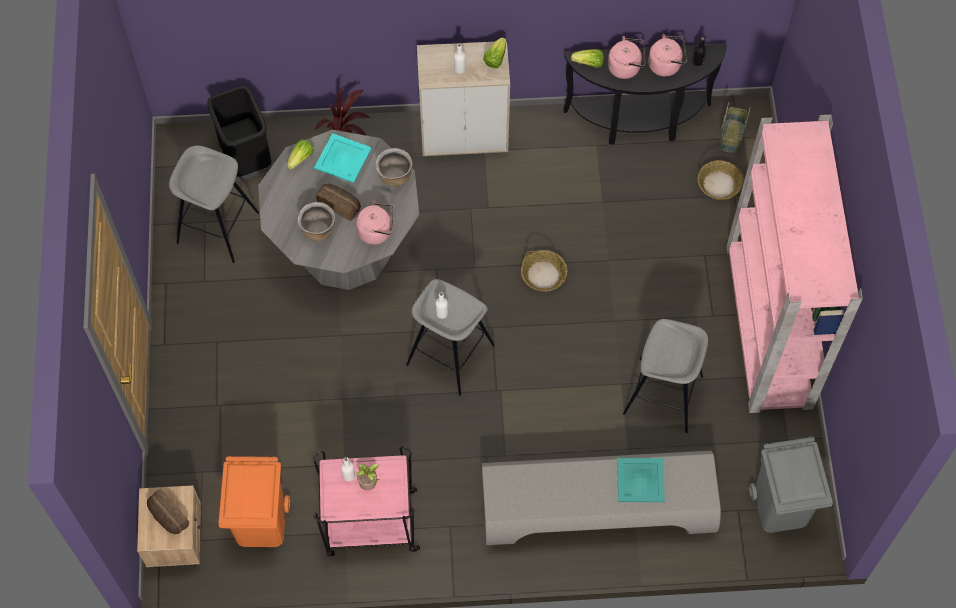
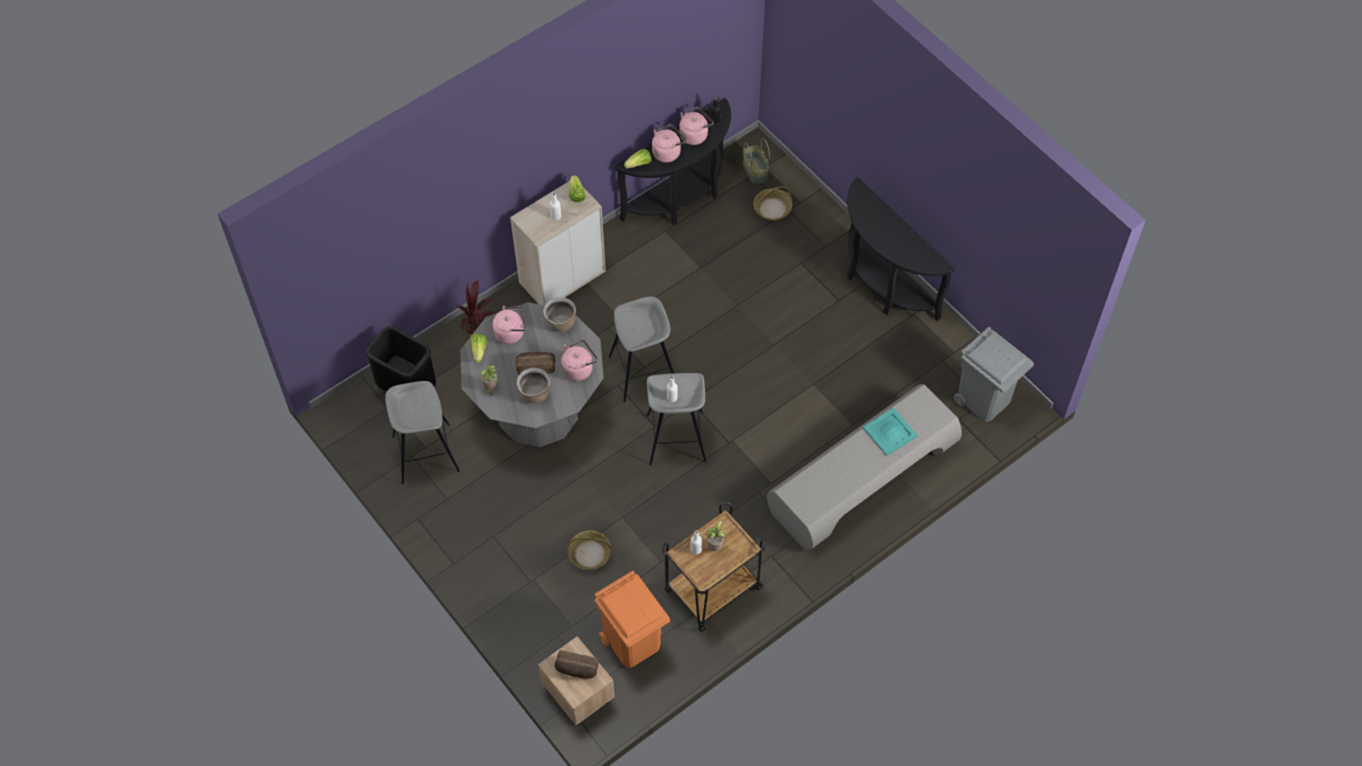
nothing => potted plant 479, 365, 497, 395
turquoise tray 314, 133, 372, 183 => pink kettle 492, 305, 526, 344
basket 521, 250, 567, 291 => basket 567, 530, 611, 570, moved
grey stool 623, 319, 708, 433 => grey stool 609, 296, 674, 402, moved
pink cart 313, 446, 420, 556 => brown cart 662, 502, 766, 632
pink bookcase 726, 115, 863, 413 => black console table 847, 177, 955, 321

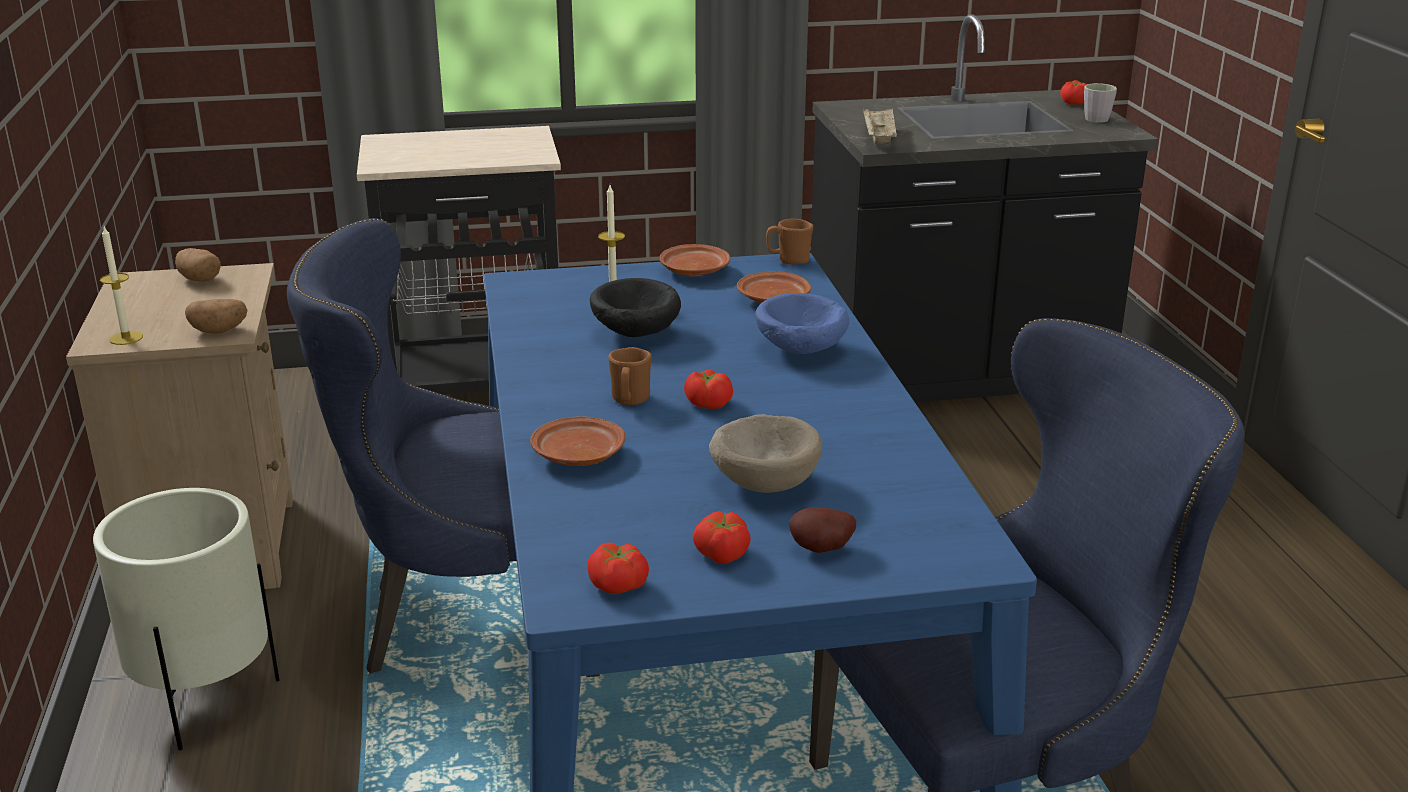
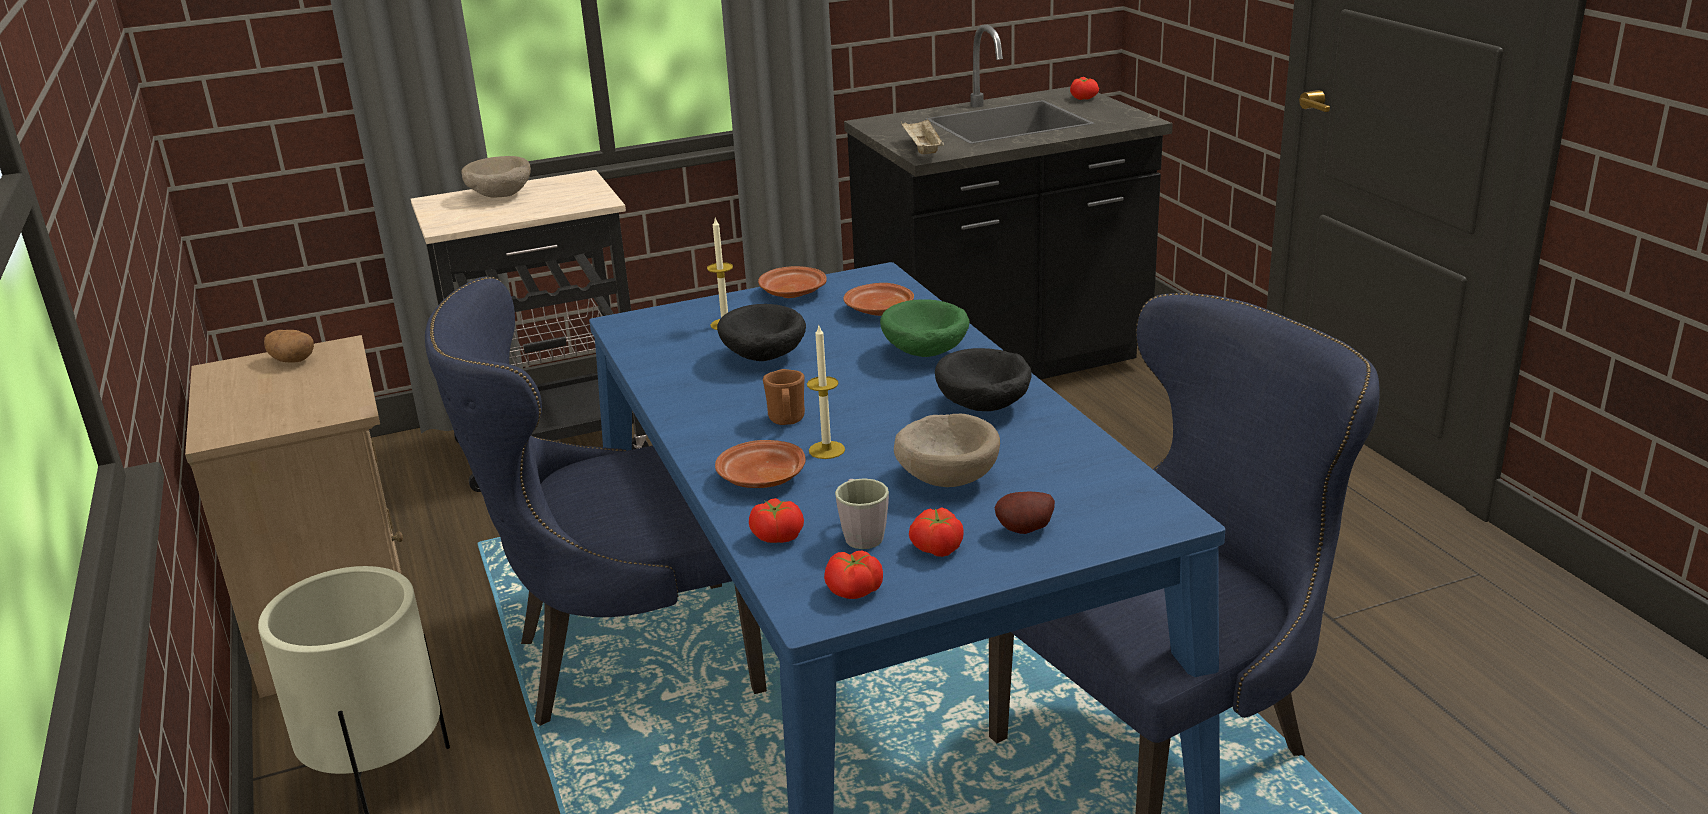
nothing => beige bowl 461, 156, 531, 198
tomato 684, 370, 733, 409 => tomato 749, 498, 804, 543, moved
candle 100, 227, 143, 345 => candle 807, 326, 845, 459, moved
grey mug 1084, 83, 1117, 123 => grey mug 835, 478, 889, 549, moved
blue bowl 755, 293, 849, 354 => green bowl 880, 299, 969, 357
nothing => black bowl 935, 348, 1032, 411
potato 185, 299, 247, 334 => nothing
brown mug 766, 218, 813, 264 => nothing

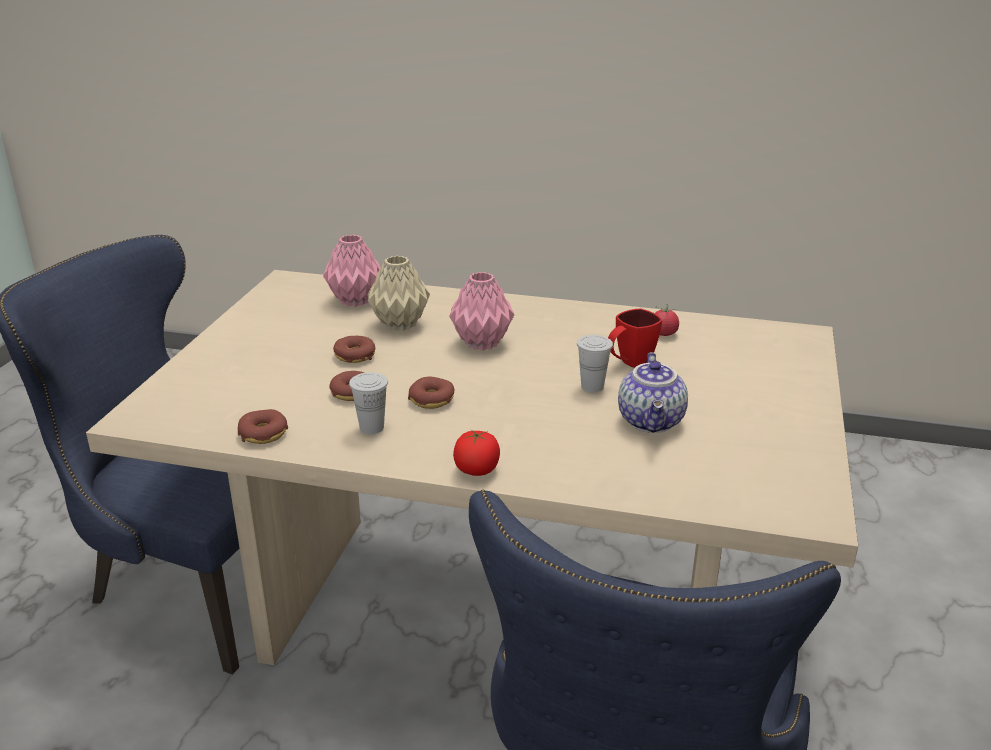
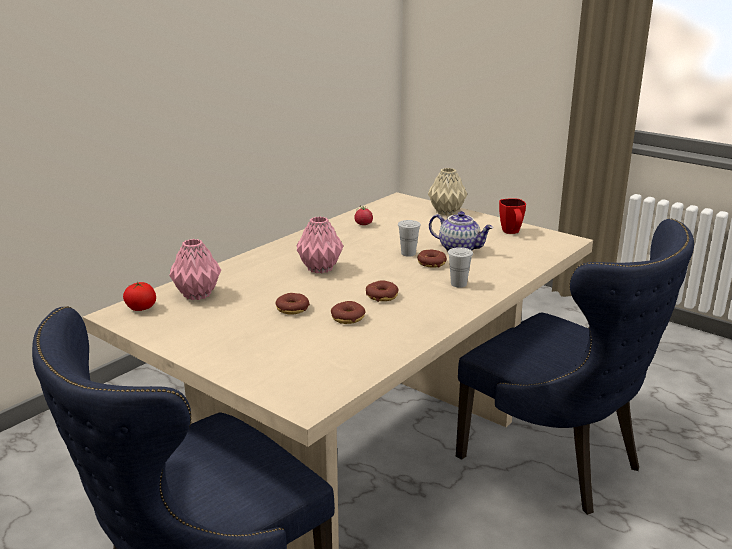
tomato 453, 430, 500, 476 => tomato 123, 282, 156, 311, moved
donut 238, 409, 288, 444 => donut 417, 250, 447, 268, moved
beige vase 368, 255, 430, 331 => beige vase 428, 168, 467, 215, moved
white cup 349, 372, 388, 434 => white cup 448, 247, 473, 288, moved
red mug 608, 309, 662, 368 => red mug 499, 198, 526, 234, moved

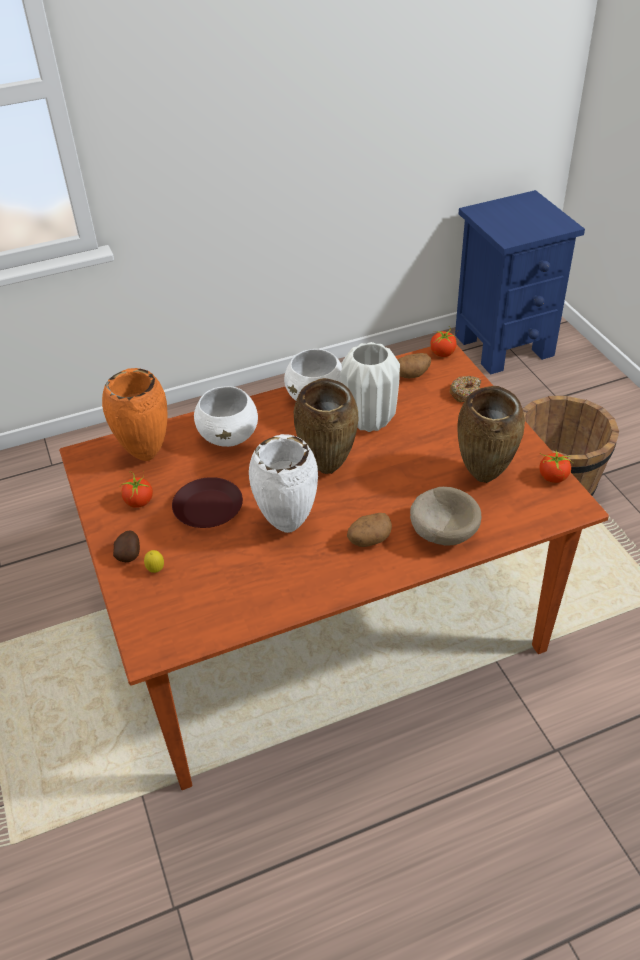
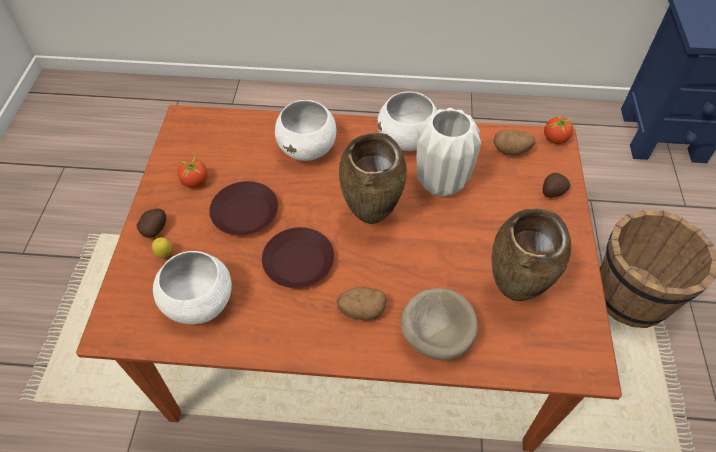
nothing => white bowl 153, 251, 232, 324
white vase 249, 434, 318, 533 => brown plate 262, 227, 334, 288
donut 450, 376, 481, 403 => potato 543, 173, 570, 198
orange vase 102, 368, 168, 461 => nothing
tomato 540, 450, 573, 483 => nothing

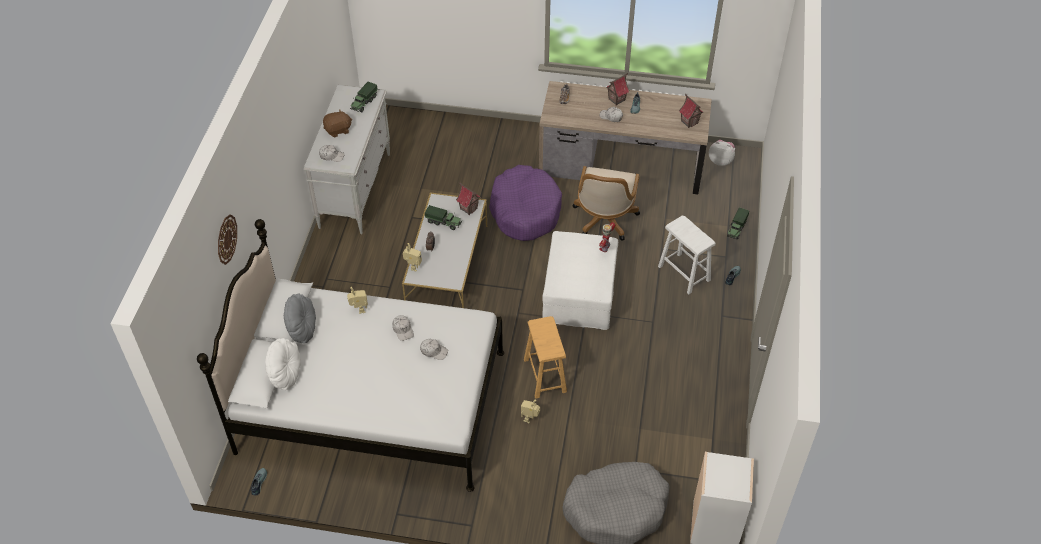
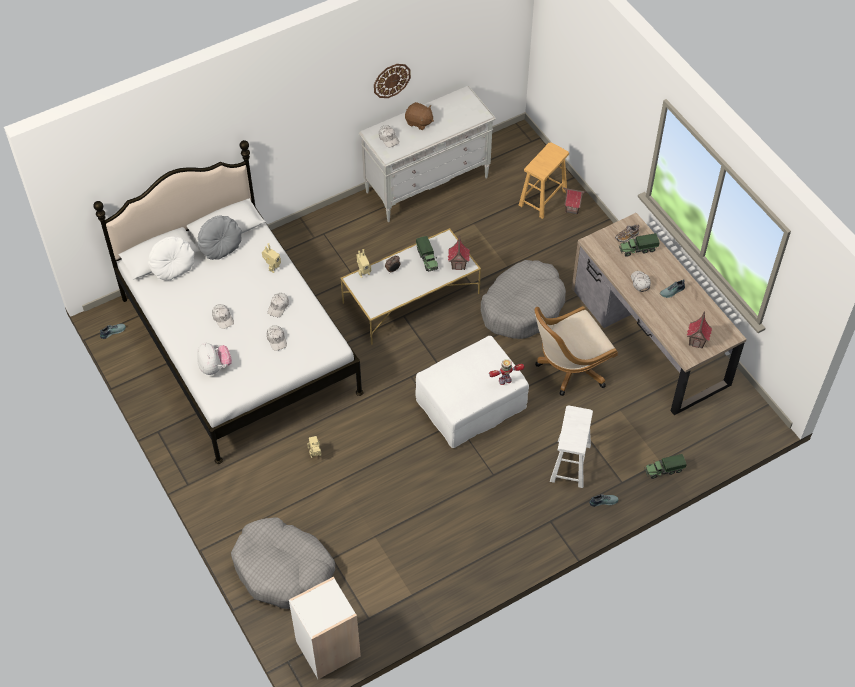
plush toy 709, 140, 735, 166 => plush toy 197, 343, 232, 375, moved
nothing => white cap 212, 304, 234, 329
wall clock 218, 214, 237, 265 => wall clock 374, 64, 411, 98, moved
purple dog bed 489, 165, 562, 241 => grey dog bed 481, 260, 566, 339
brown stool 524, 316, 567, 399 => brown stool 519, 142, 569, 219, moved
toy house 606, 73, 630, 106 => toy house 563, 188, 587, 214, moved
toy truck 350, 82, 378, 112 => toy truck 619, 233, 659, 257, moved

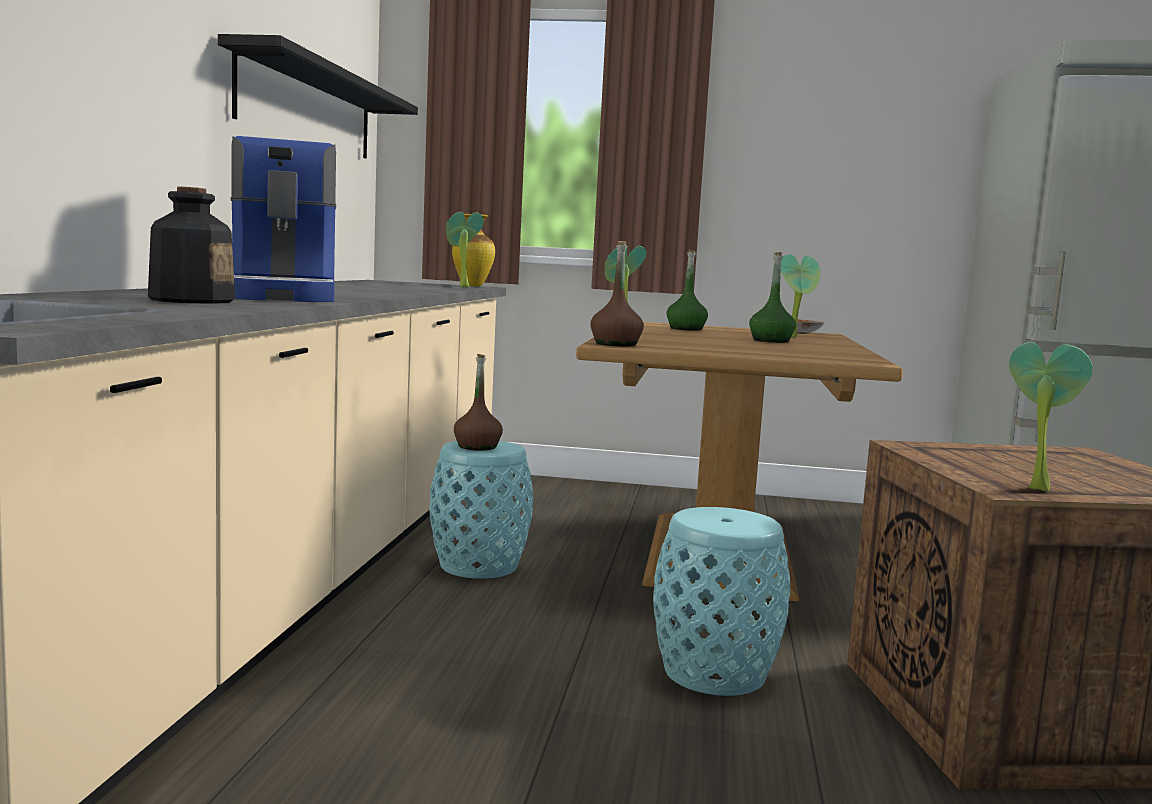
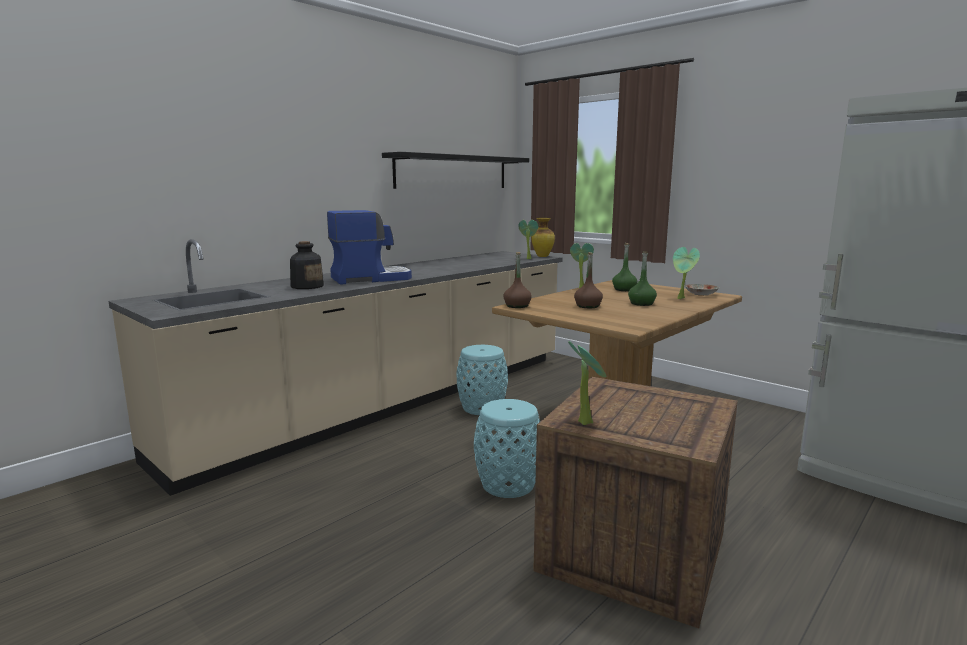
coffee machine 230, 136, 336, 302 => coffee machine 327, 210, 412, 285, 135 degrees counterclockwise
brown bottle 454, 354, 503, 451 => brown bottle 574, 252, 603, 308, moved

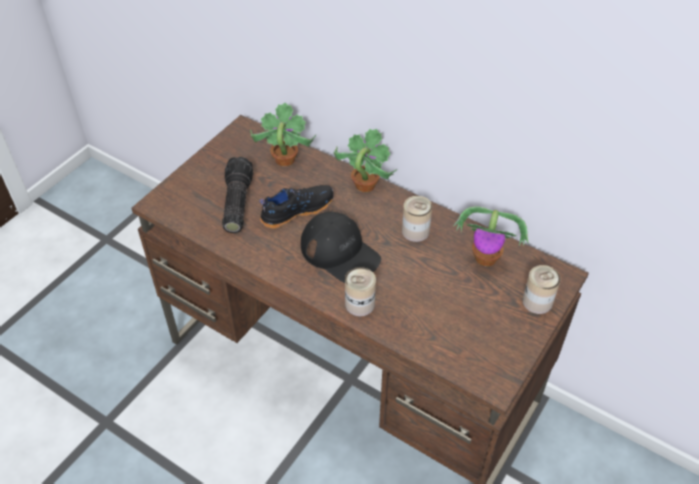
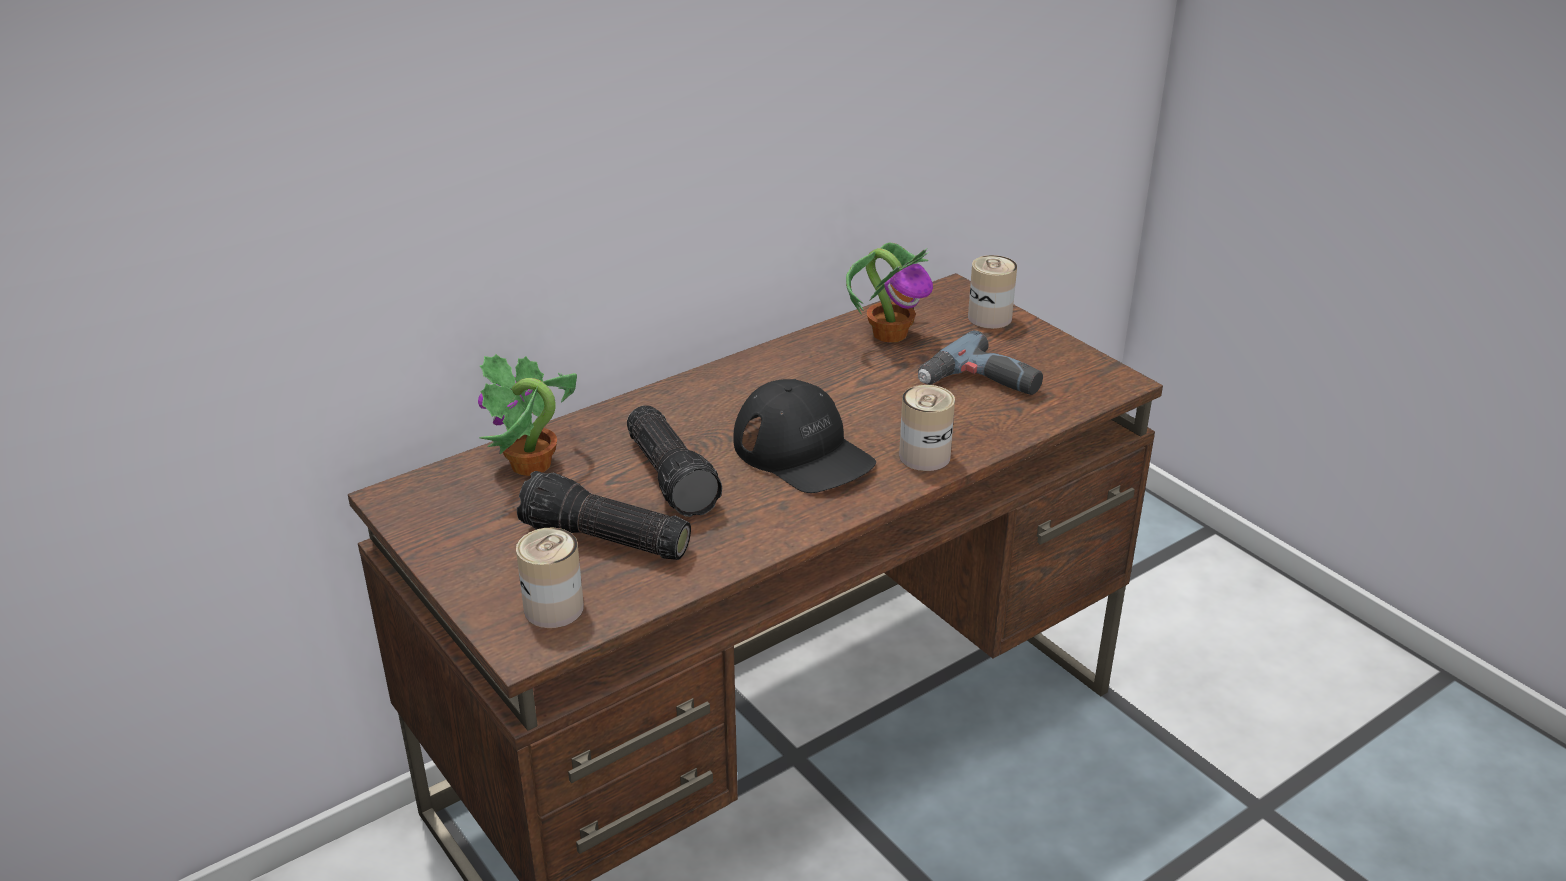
can 402, 196, 432, 242 => can 516, 527, 584, 628, moved
black shoe 259, 185, 334, 229 => flashlight 627, 405, 722, 517
black cap 301, 212, 381, 283 => black cap 733, 379, 876, 493, 75 degrees clockwise
nothing => power drill 918, 330, 1043, 395
potted plant 333, 129, 398, 192 => nothing

